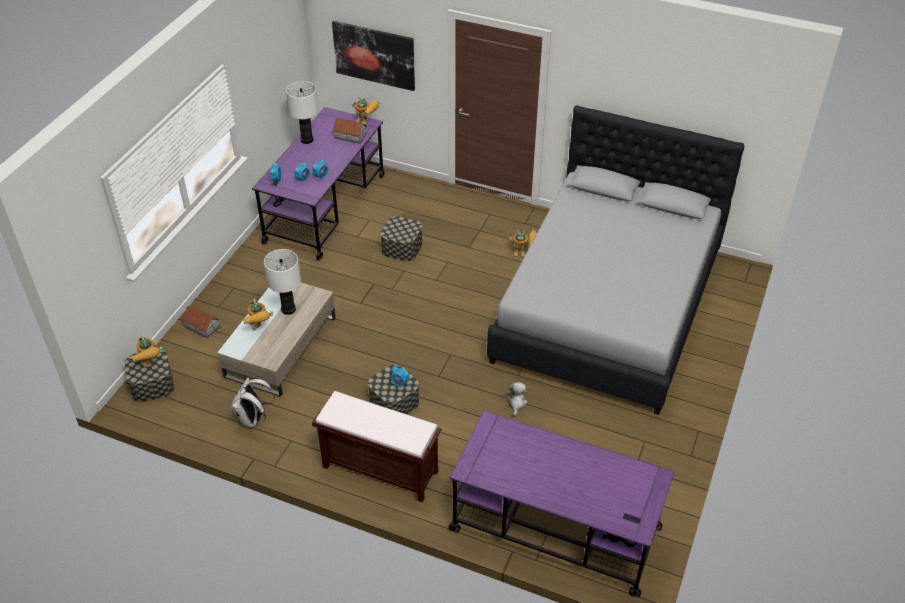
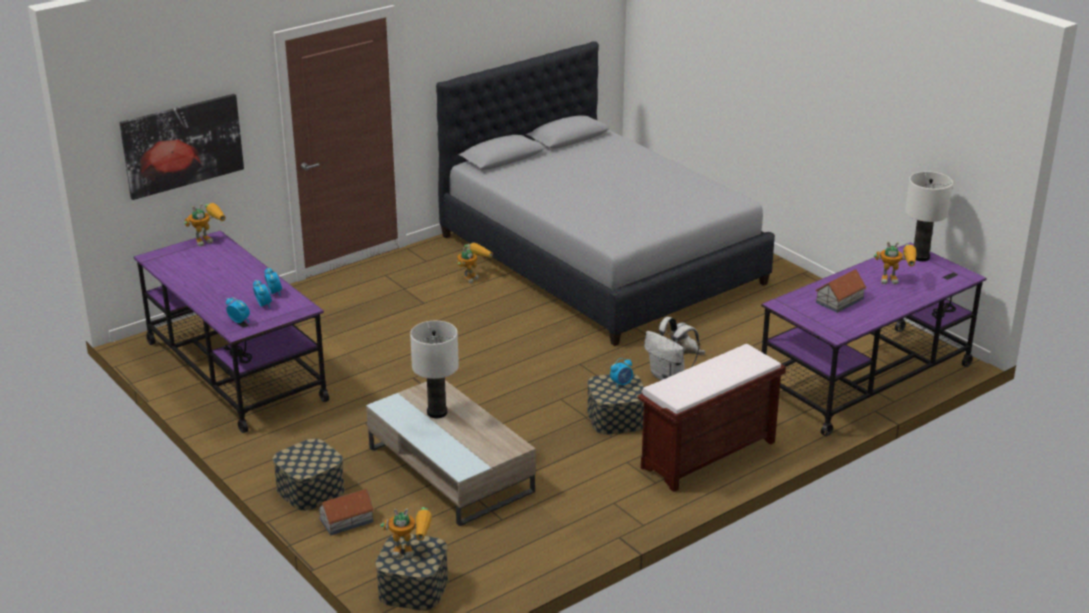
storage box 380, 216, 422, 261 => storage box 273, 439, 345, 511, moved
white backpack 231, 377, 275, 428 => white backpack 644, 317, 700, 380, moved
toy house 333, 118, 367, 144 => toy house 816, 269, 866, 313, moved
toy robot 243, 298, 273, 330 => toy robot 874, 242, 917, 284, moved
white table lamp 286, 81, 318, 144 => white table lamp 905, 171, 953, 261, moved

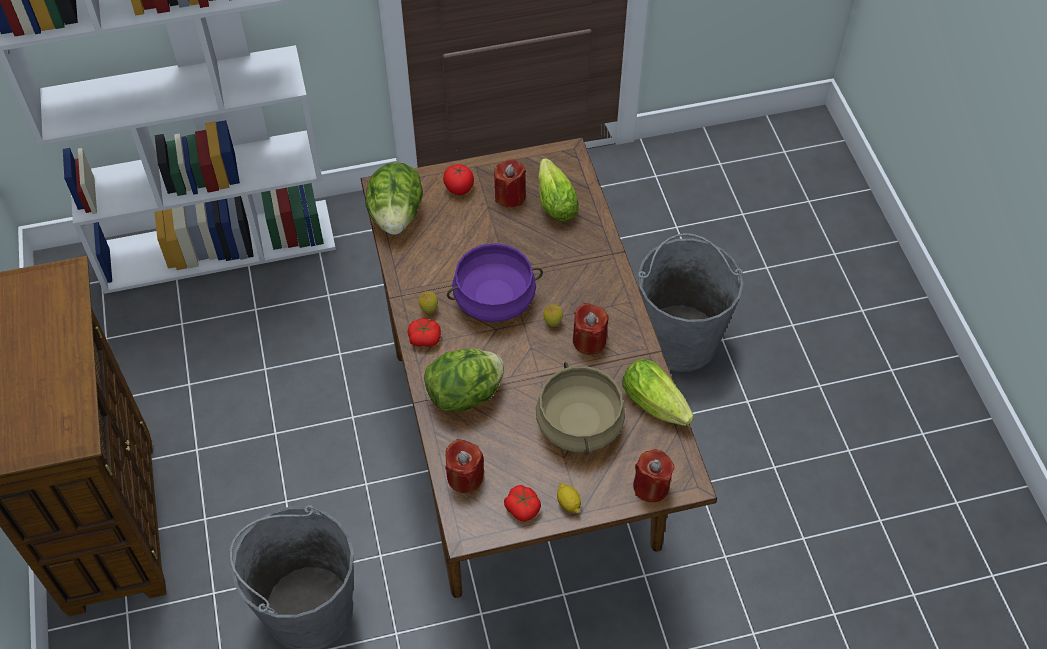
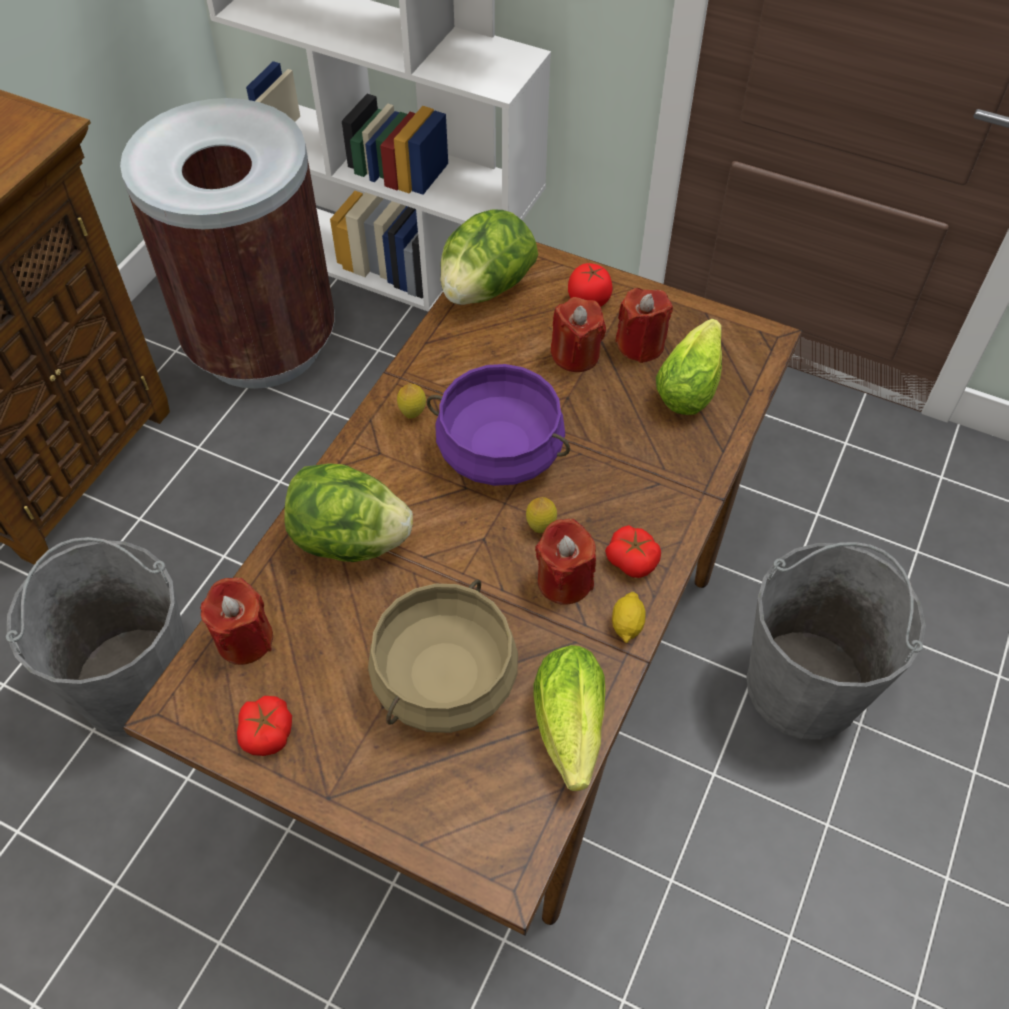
nothing => brown trash can 120, 98, 335, 389
red candle 633, 449, 674, 502 => red candle 551, 297, 606, 372, moved
tomato 407, 318, 441, 347 => tomato 605, 525, 661, 578, moved
lemon 557, 483, 581, 514 => lemon 612, 592, 646, 643, moved

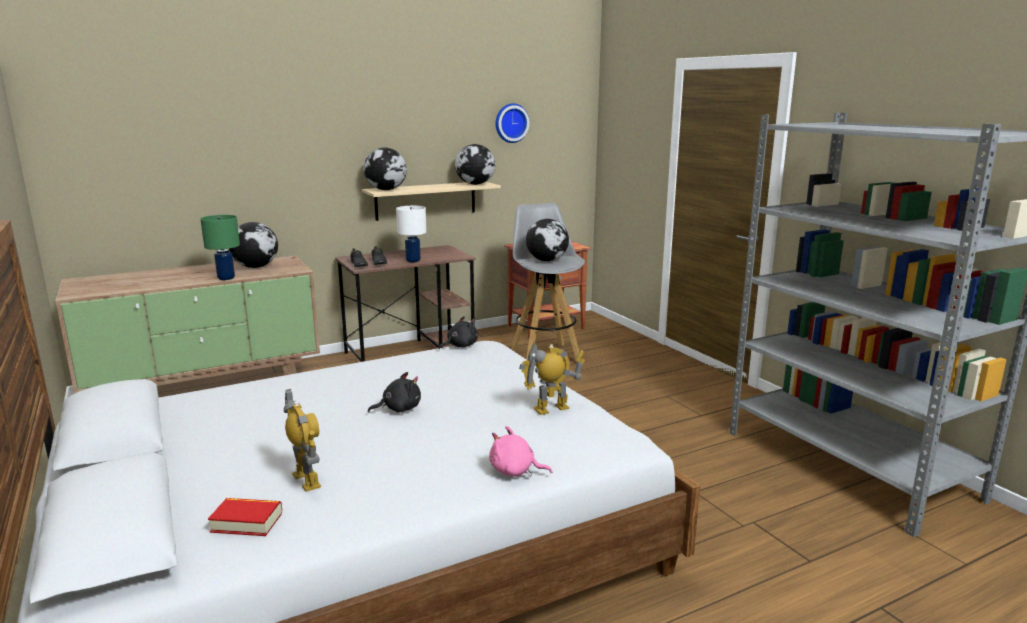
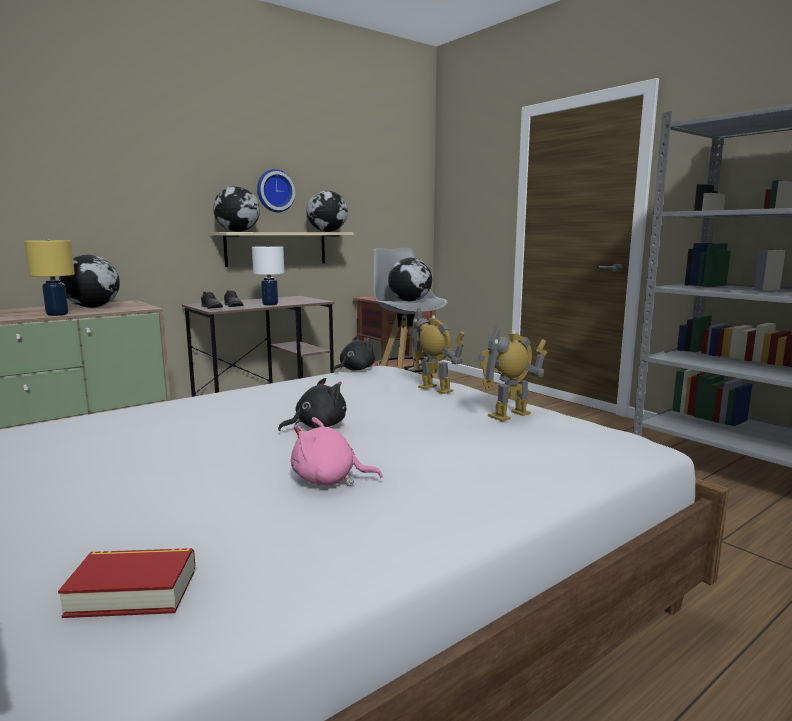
green table lamp 201, 215, 240, 280 => yellow table lamp 25, 239, 75, 316
wall clock 495, 103, 530, 143 => wall clock 257, 169, 295, 212, moved
pink plush toy 489, 426, 552, 477 => pink plush toy 291, 417, 383, 485, moved
toy robot 284, 389, 321, 492 => toy robot 410, 308, 465, 394, moved

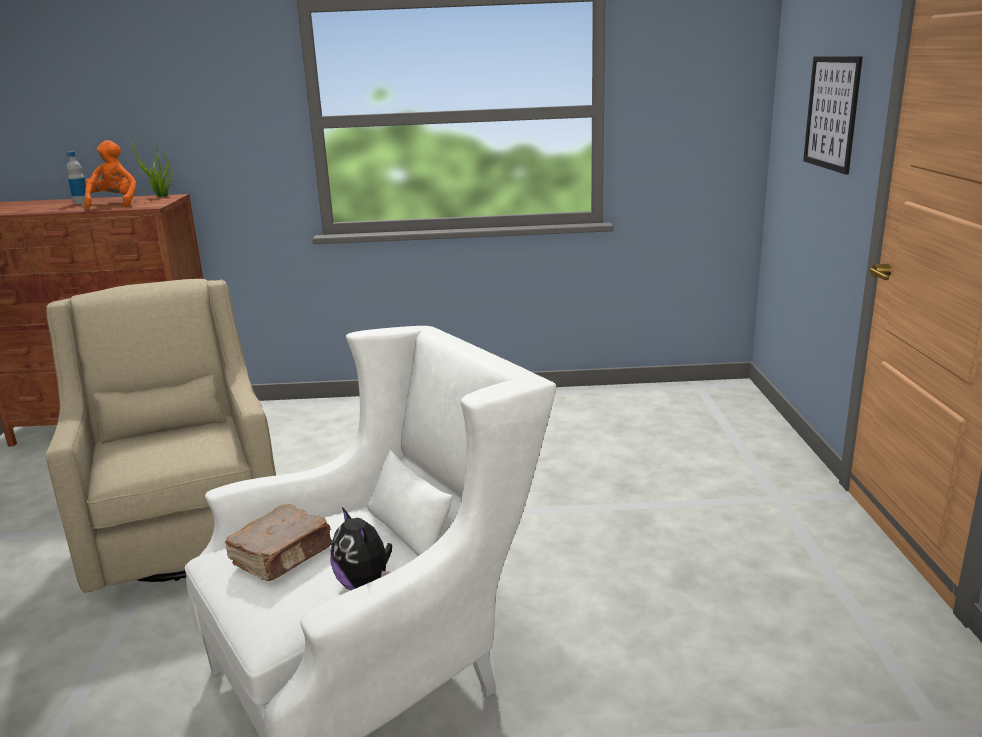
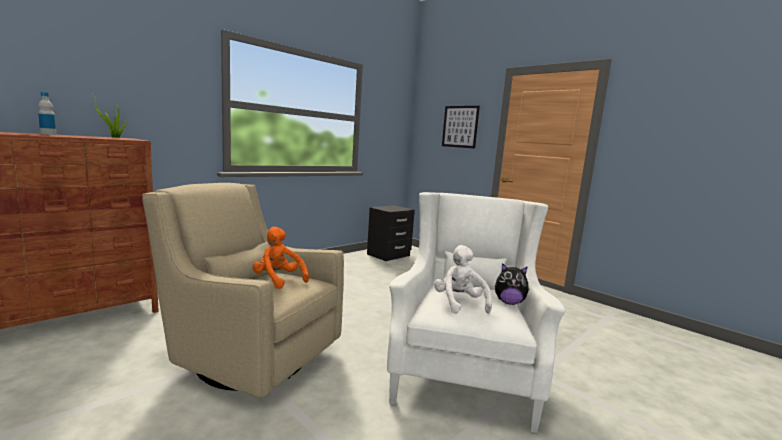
orange plush toy 85, 140, 136, 207 => orange plush toy 252, 227, 309, 289, moved
nothing => black nightstand 367, 205, 415, 261
brown book 225, 504, 332, 581 => white plush toy 434, 245, 492, 314

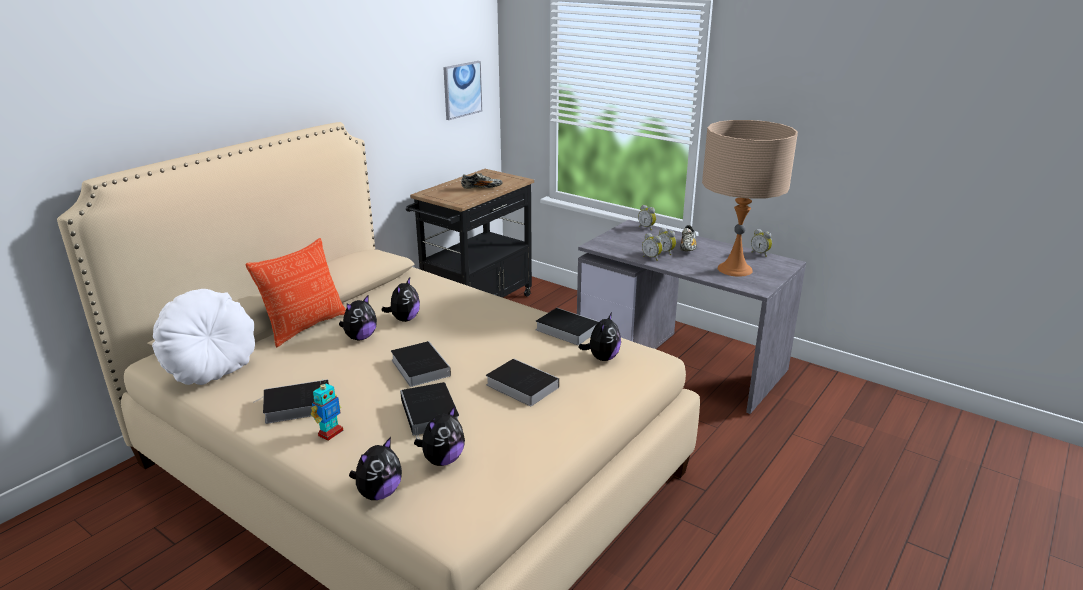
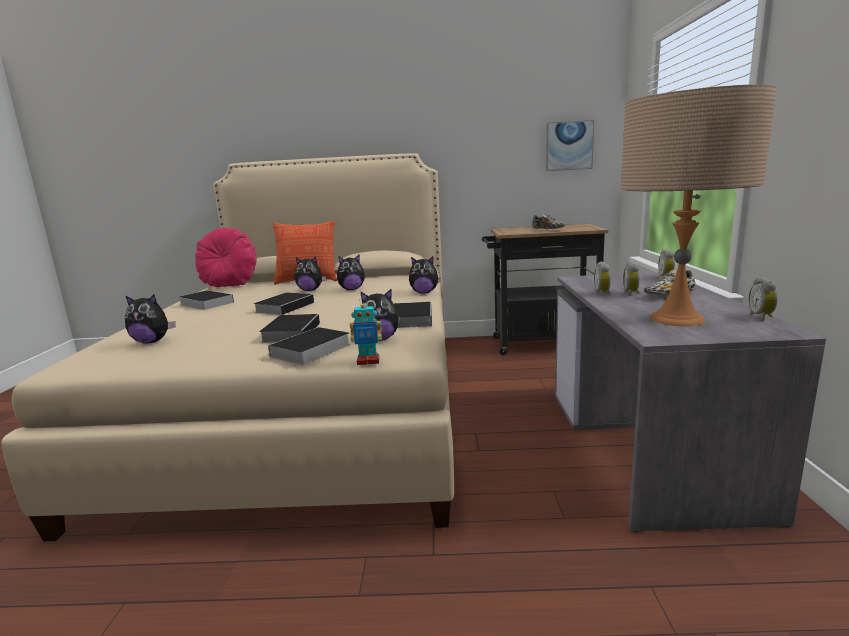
white pillow 152, 289, 255, 385 => pink pillow 195, 227, 257, 287
book 400, 382, 459, 440 => book 263, 327, 351, 365, moved
toy robot 311, 379, 343, 441 => toy robot 350, 297, 382, 365, moved
plush toy 349, 437, 402, 500 => plush toy 409, 256, 441, 293, moved

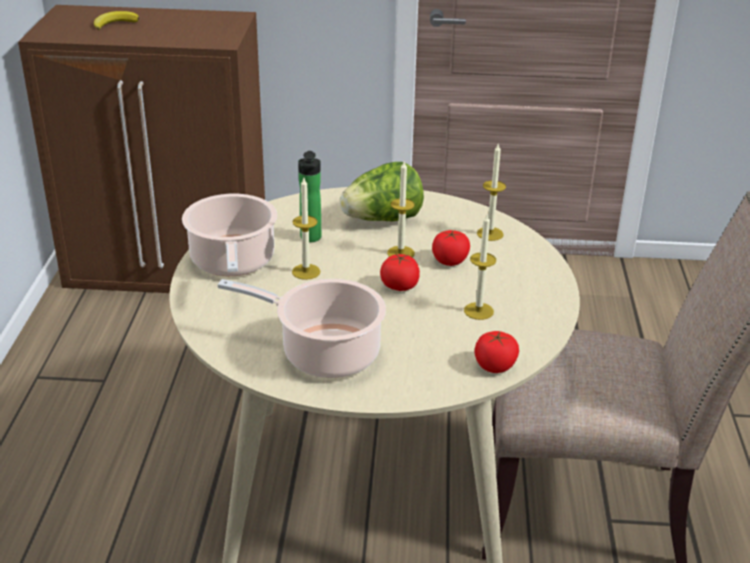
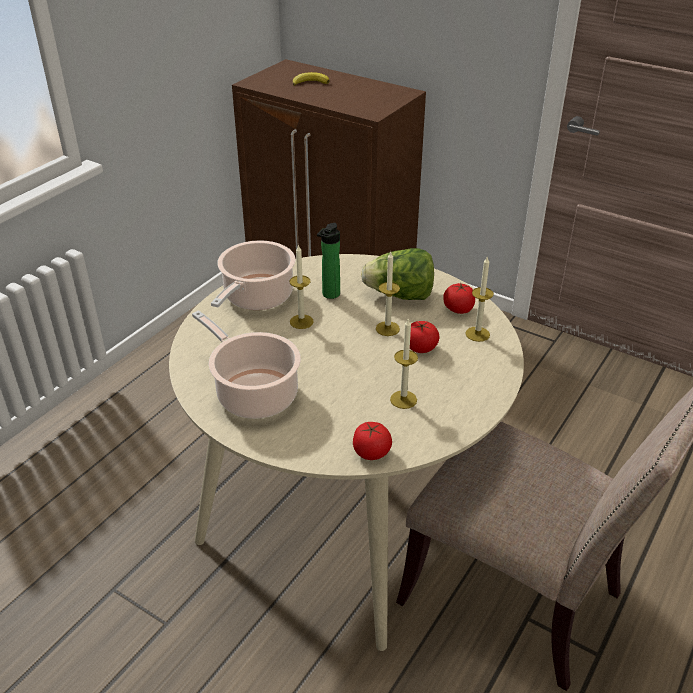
tomato 380, 254, 420, 291 => tomato 443, 283, 475, 314, moved

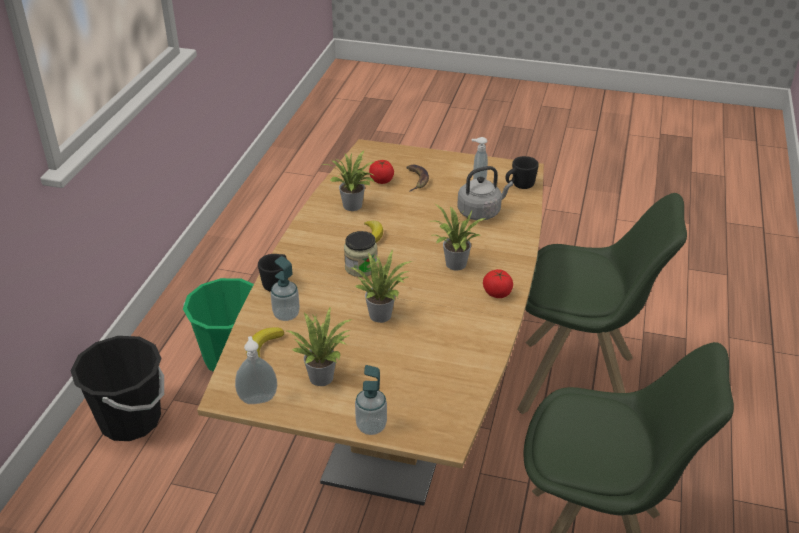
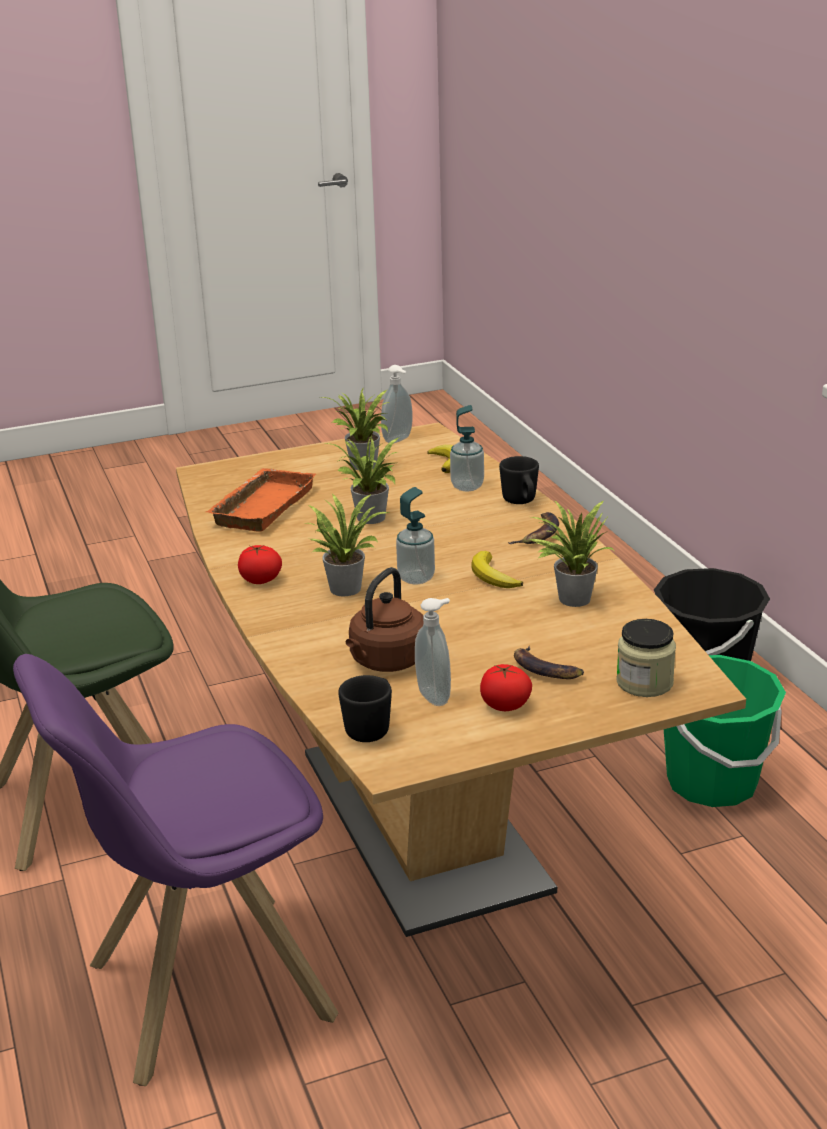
green chair 517, 193, 687, 414 => purple chair 13, 654, 338, 1086
nothing => orange tray 206, 468, 316, 532
grey kettle 458, 166, 513, 220 => brown kettle 346, 567, 423, 672
soap dispenser 355, 365, 387, 435 => soap dispenser 396, 487, 435, 584, moved
tomato 369, 160, 394, 184 => tomato 480, 664, 532, 711, moved
nothing => banana 508, 512, 559, 544
jar 344, 231, 378, 277 => jar 616, 619, 676, 697, moved

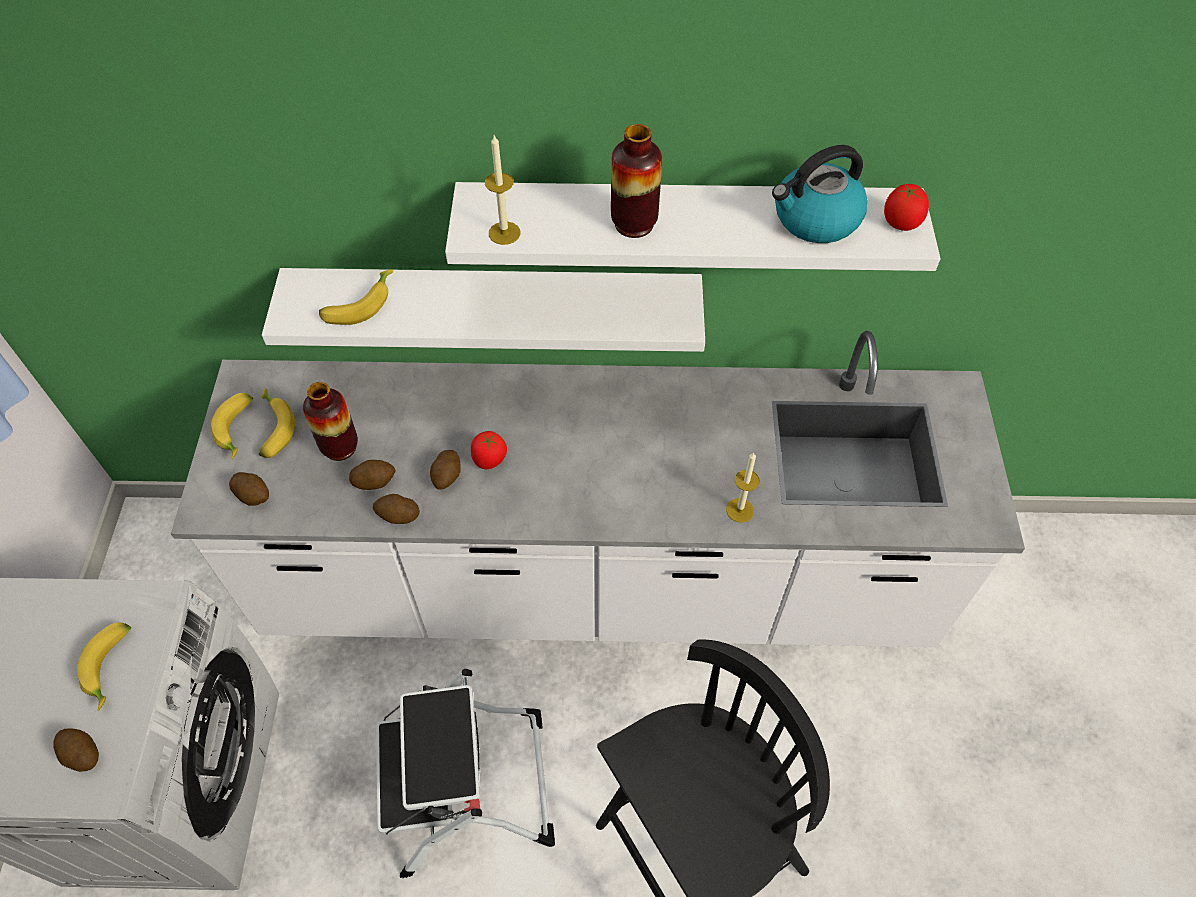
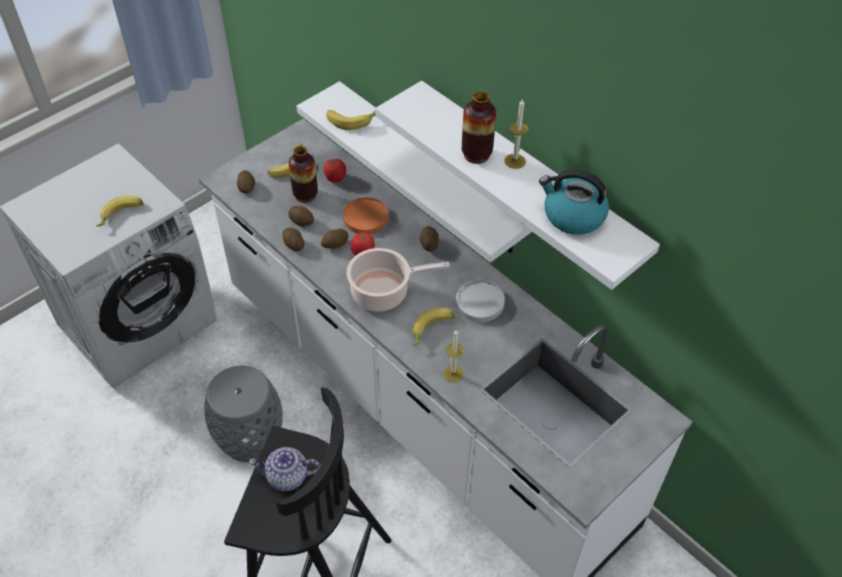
step ladder 376, 669, 555, 878 => grey stool 204, 366, 283, 462
nothing => teapot 248, 447, 321, 491
tomato 884, 183, 929, 231 => tomato 324, 158, 346, 183, moved
nothing => orange plate 343, 197, 388, 234
nothing => cooking pot 347, 248, 450, 312
banana 211, 393, 253, 459 => banana 412, 308, 455, 346, moved
potato 53, 728, 99, 772 => potato 420, 226, 439, 252, moved
nothing => white plate 456, 280, 505, 322
candle 485, 135, 520, 245 => candle 505, 98, 528, 169, moved

